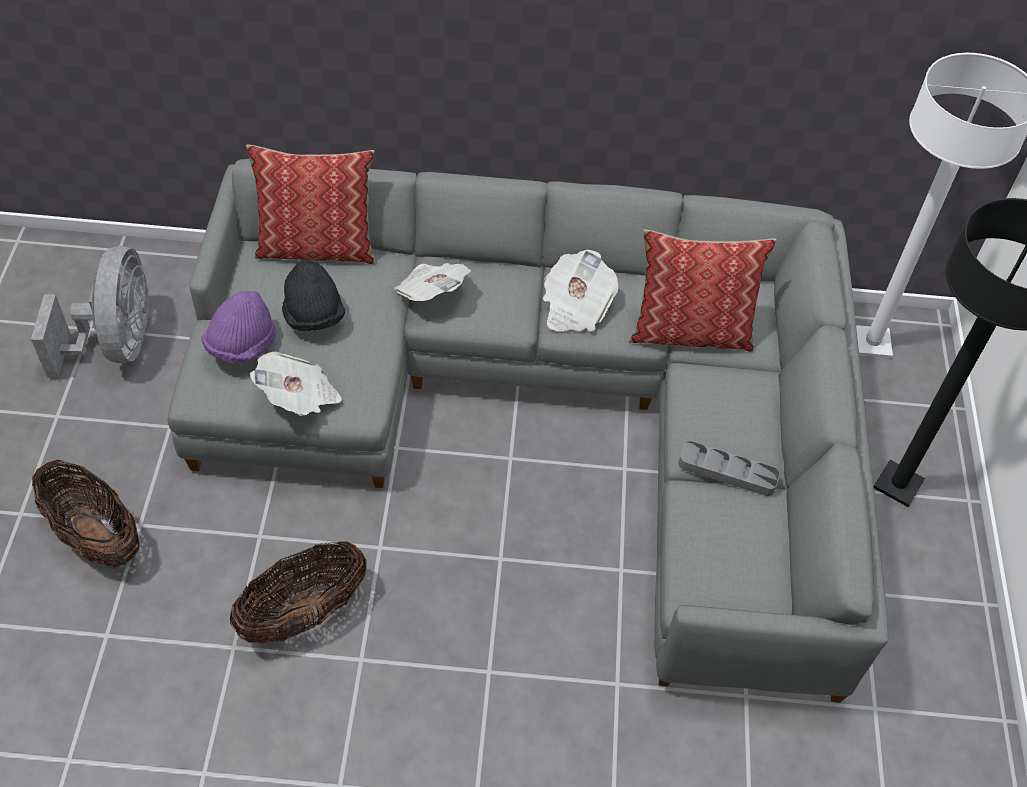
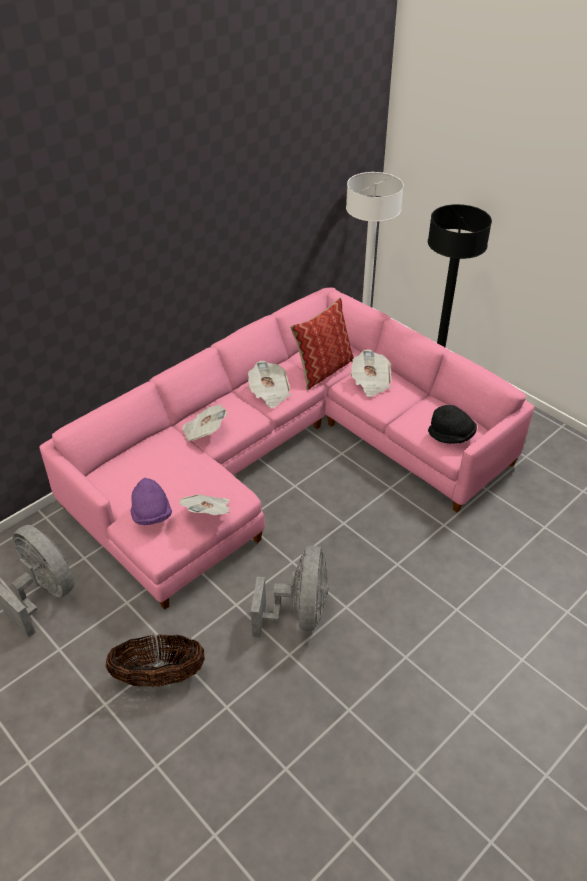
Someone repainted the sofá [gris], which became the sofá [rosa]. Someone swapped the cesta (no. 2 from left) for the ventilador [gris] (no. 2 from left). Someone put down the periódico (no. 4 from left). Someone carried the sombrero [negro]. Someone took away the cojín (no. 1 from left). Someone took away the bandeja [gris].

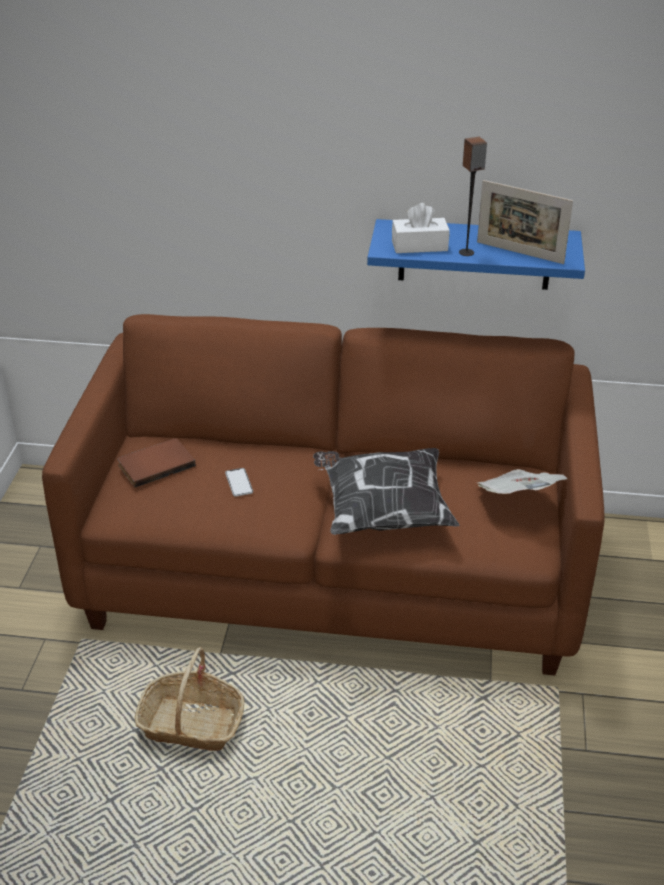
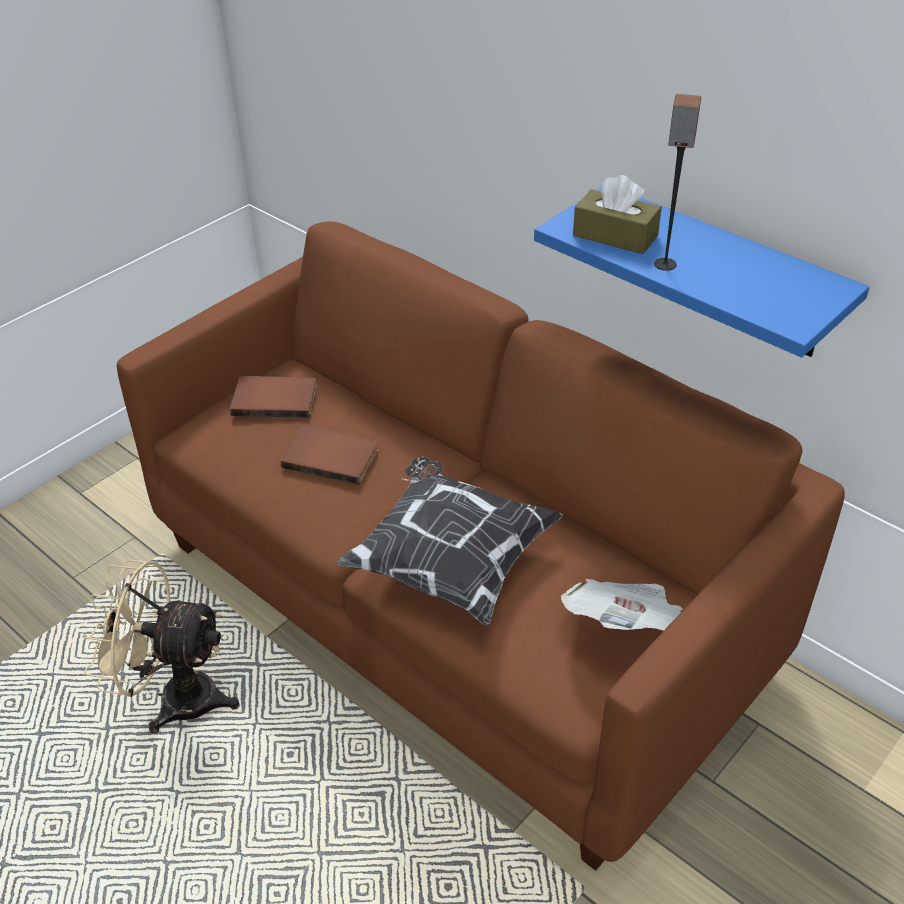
Someone swapped the cesta for the ventilador [beis]. Someone swapped the móvil for the libro [marrón] (no. 2 from left). Someone repainted the caja de pañuelos [blanco], which became the caja de pañuelos [marrón]. Someone took away the portarretratos.

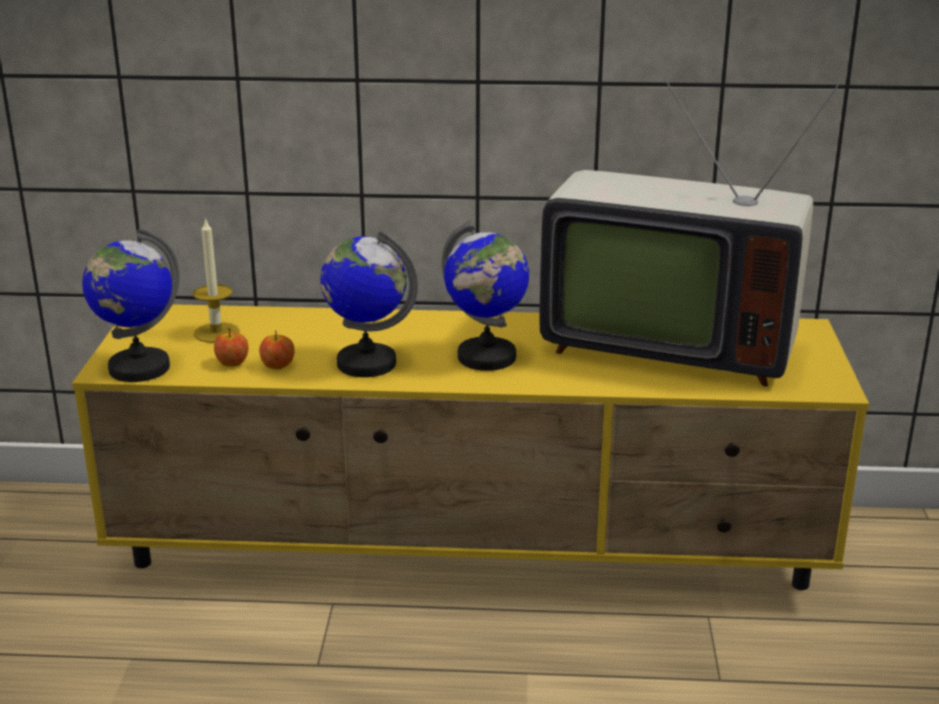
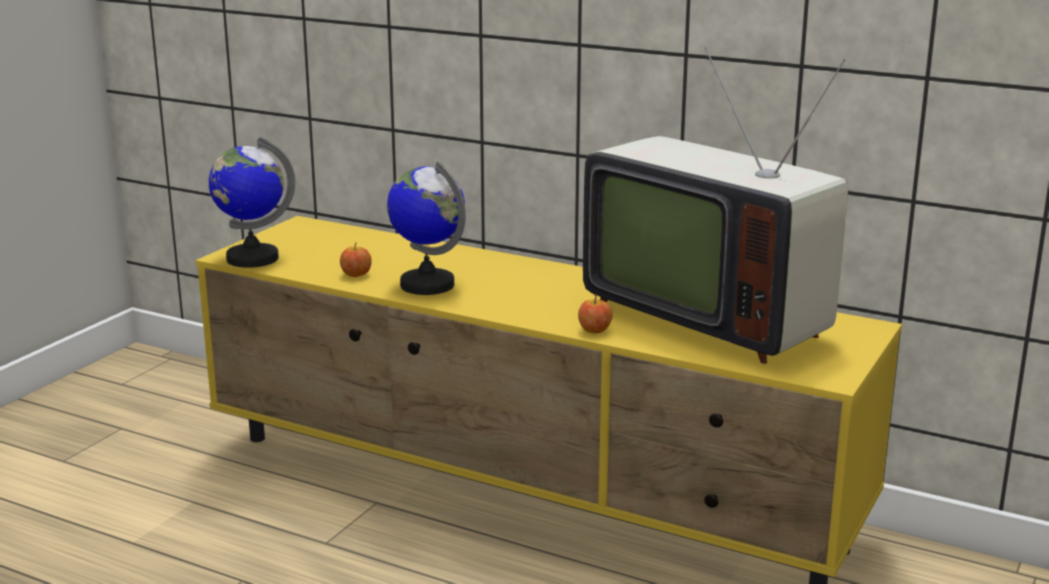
Someone carried the manzana (no. 1 from left in the first image). Someone took away the vela. Someone took away the globo terráqueo (no. 3 from left).

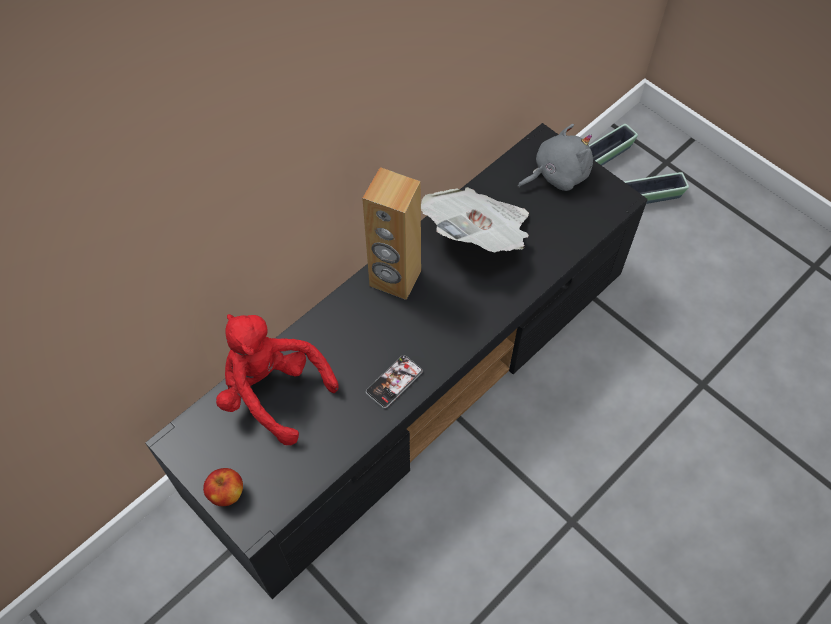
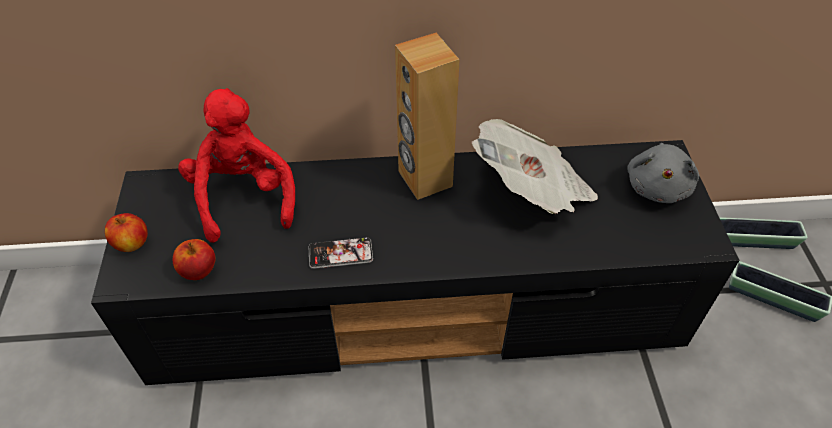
Someone put down the manzana (no. 2 from left). Someone rotated the peluche [gris] by 90 degrees clockwise.

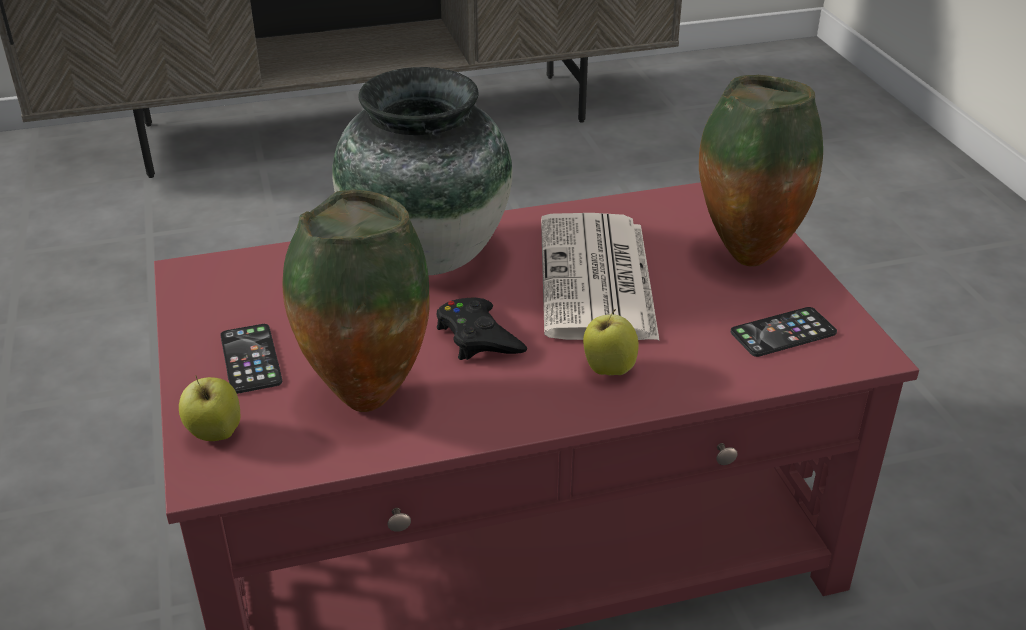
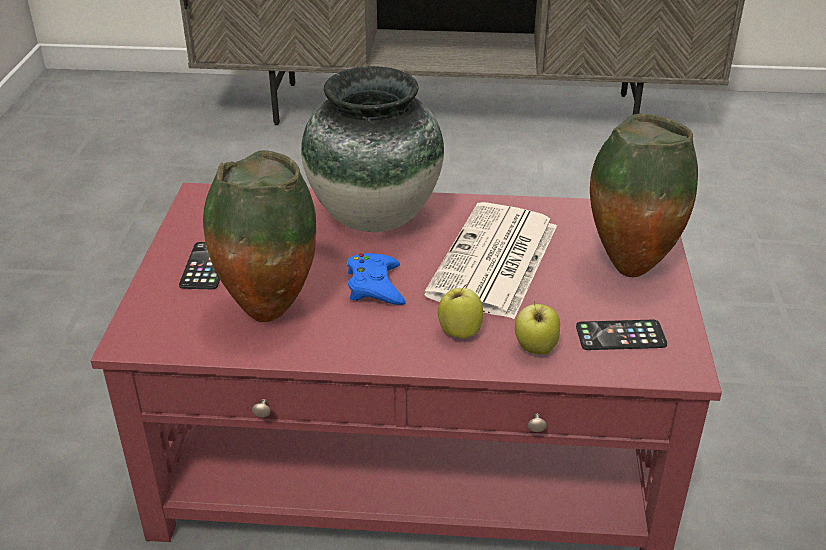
Someone repainted the mando de consola [negro], which became the mando de consola [azul]. Someone carried the manzana (no. 1 from left in the first image).

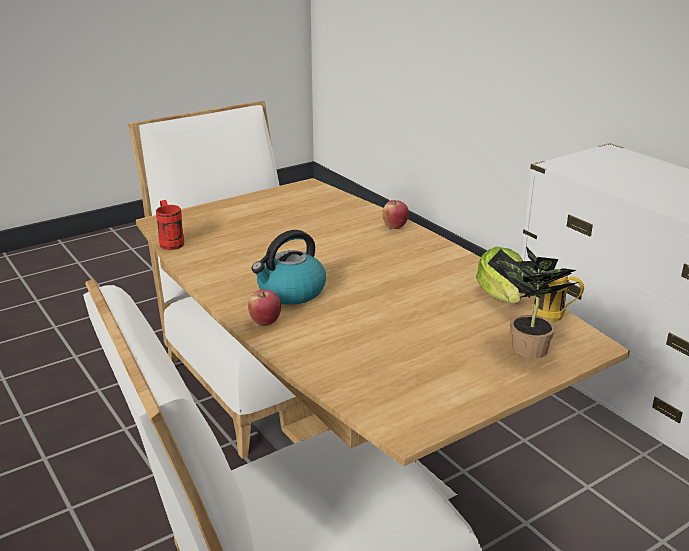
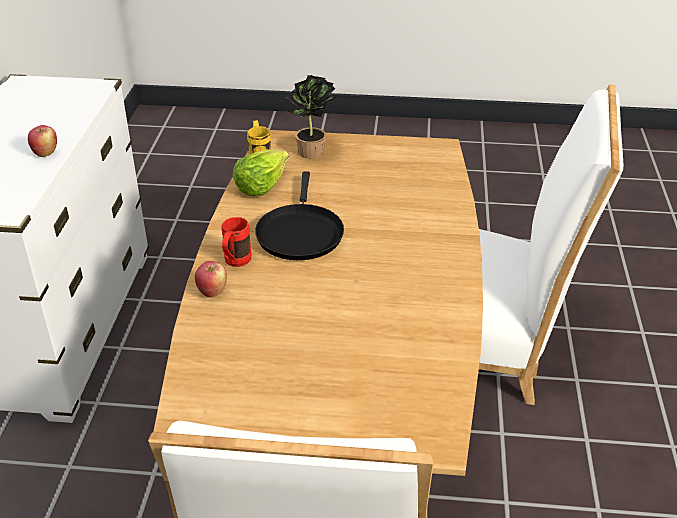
Someone carried the manzana (no. 1 from left). Someone carried the taza grande [rojo]. Someone put down the sartén [negro]. Someone took away the hervidor.

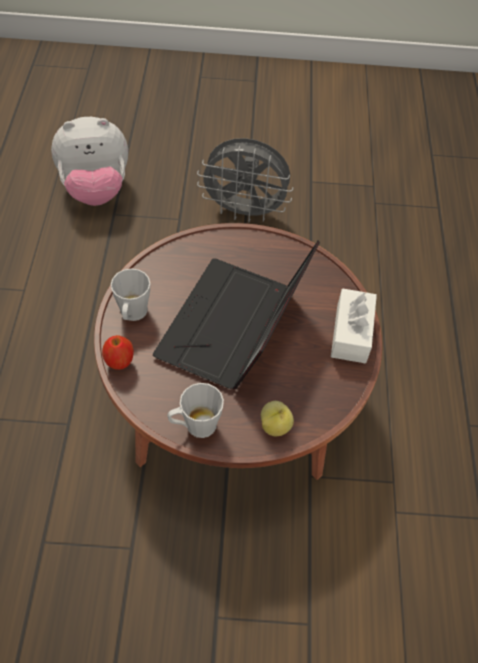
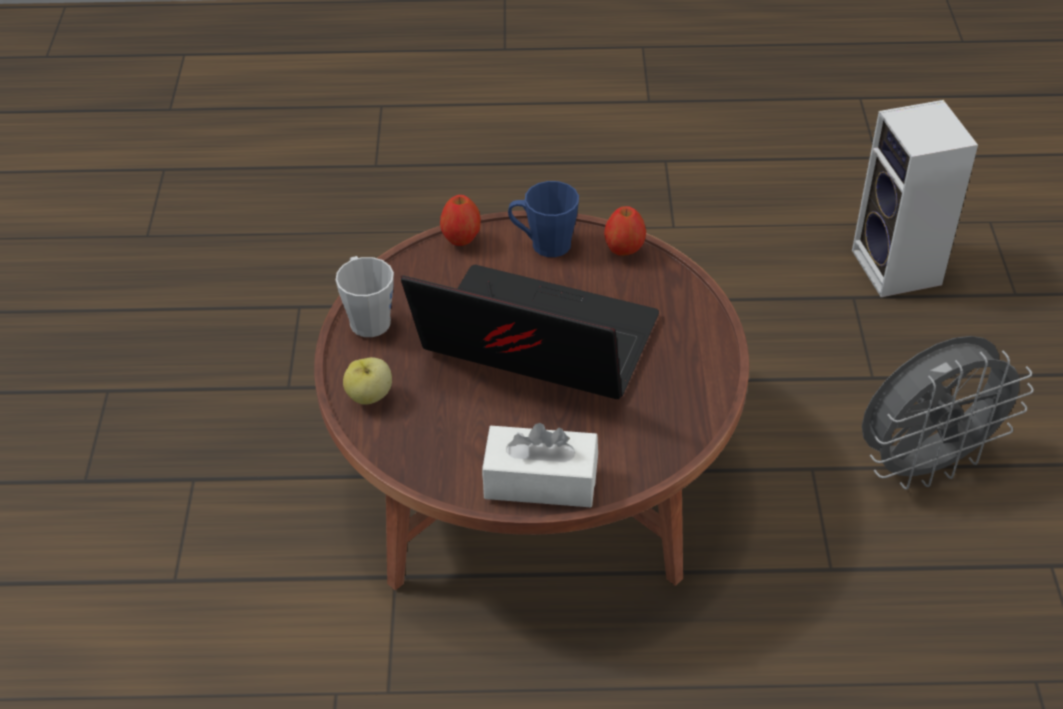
Someone repainted the taza grande [gris] (no. 1 from left), which became the taza grande [azul]. Someone put down the manzana (no. 3 from left). Someone swapped the peluche for the altavoz. Someone rotated the ventilador [gris] by 120 degrees counterclockwise.

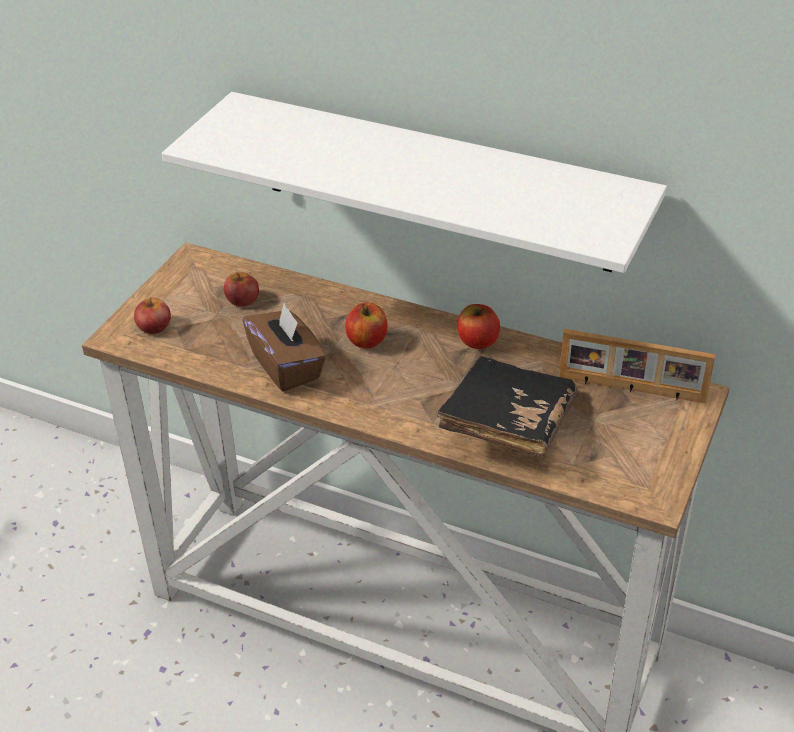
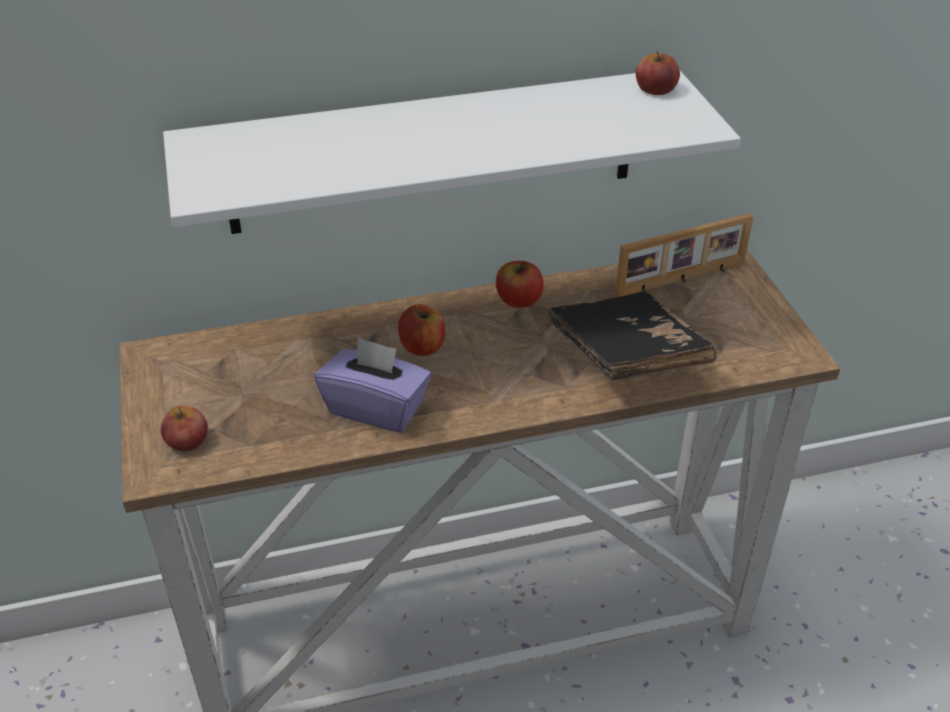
Someone repainted the caja de pañuelos [marrón], which became the caja de pañuelos [morado]. Someone carried the manzana (no. 2 from left in the first image).

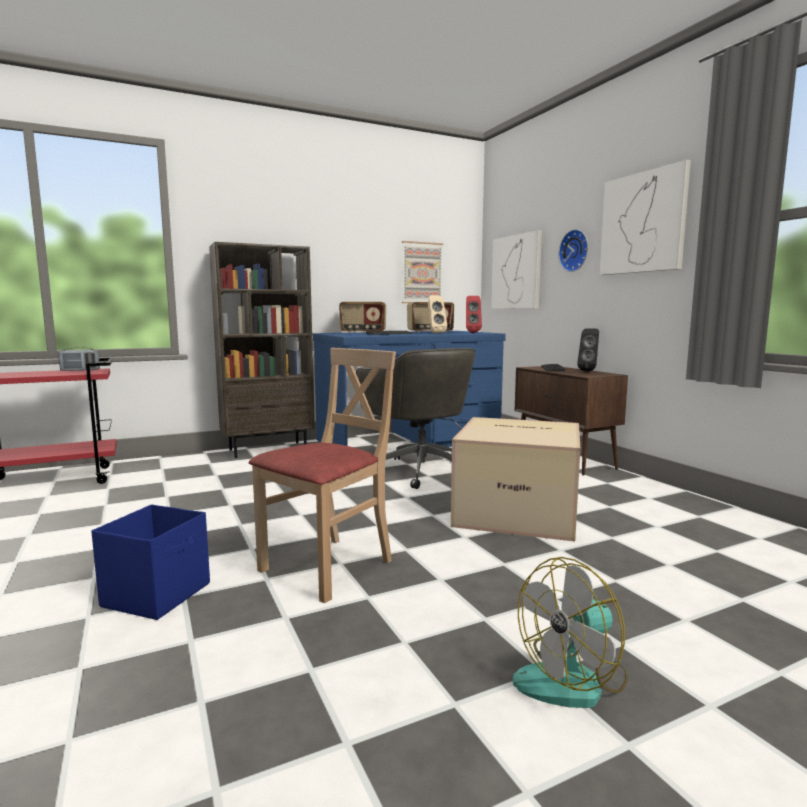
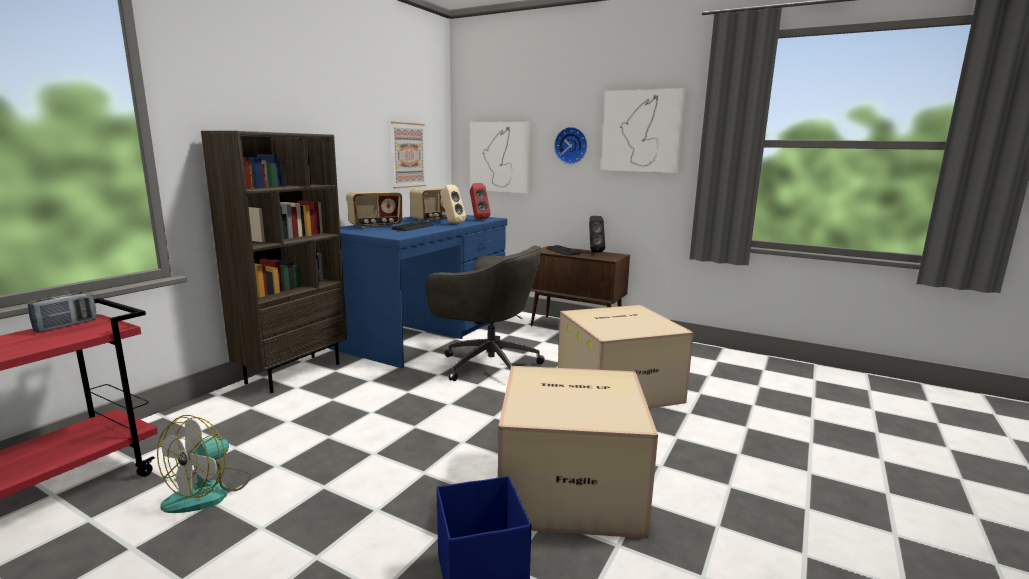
Someone carried the ventilador. Someone swapped the silla [beis] for the caja de cartón (no. 1 from left).

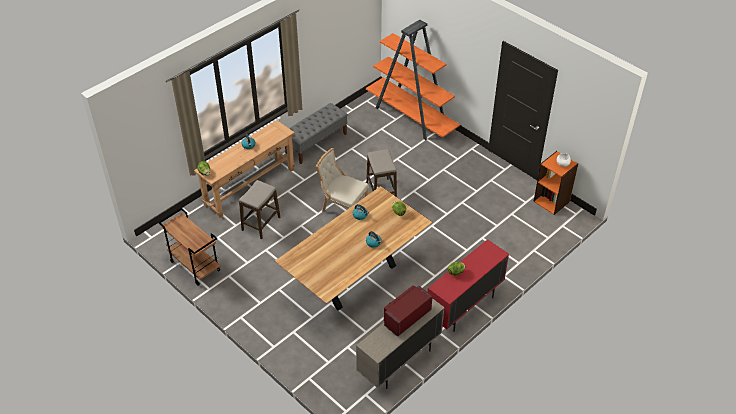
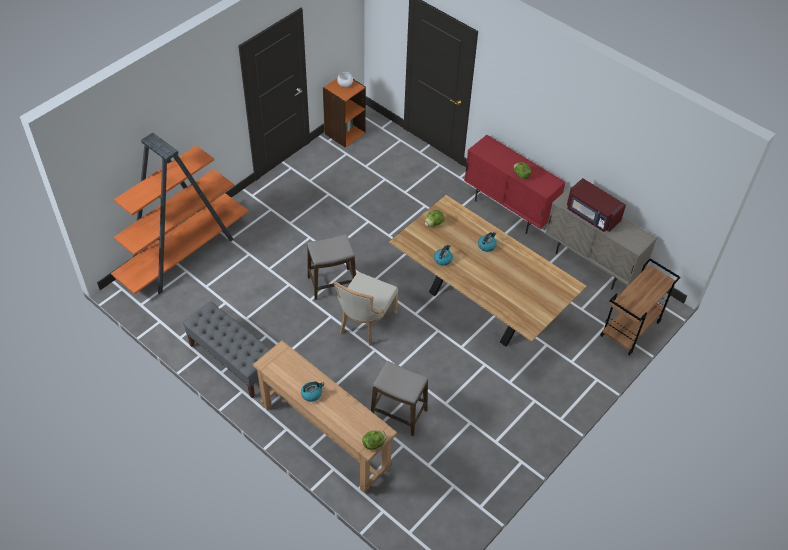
Someone carried the carrito [marrón].

